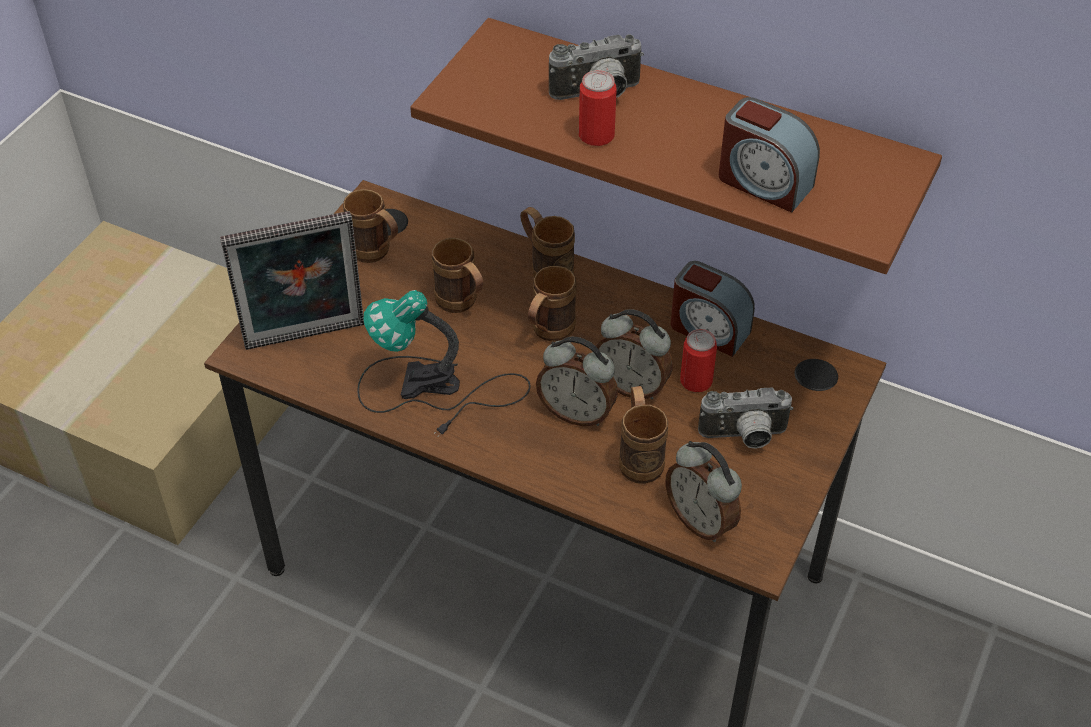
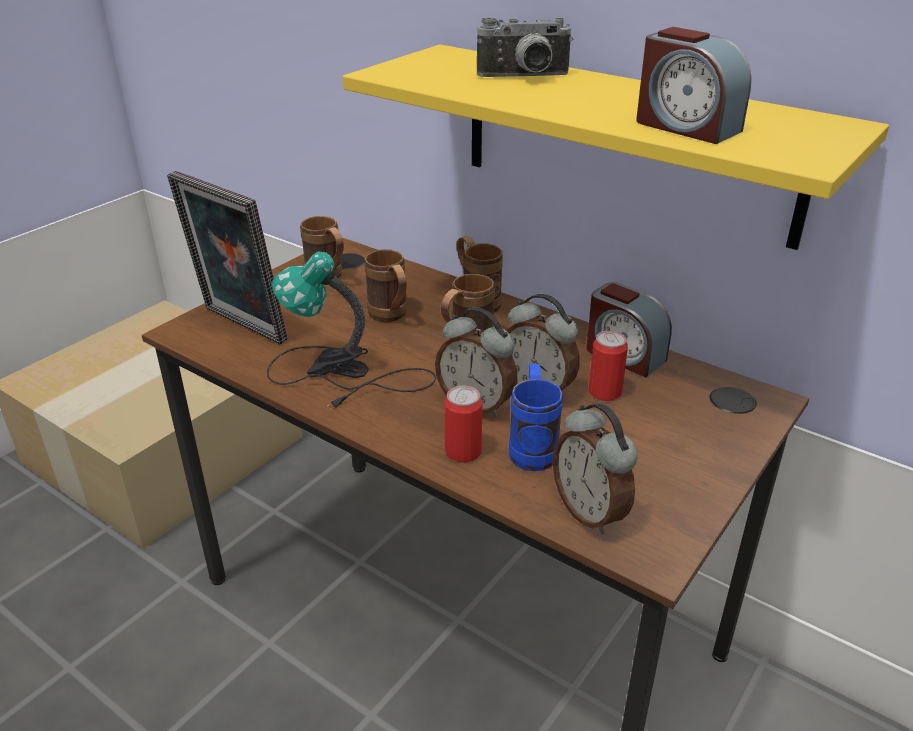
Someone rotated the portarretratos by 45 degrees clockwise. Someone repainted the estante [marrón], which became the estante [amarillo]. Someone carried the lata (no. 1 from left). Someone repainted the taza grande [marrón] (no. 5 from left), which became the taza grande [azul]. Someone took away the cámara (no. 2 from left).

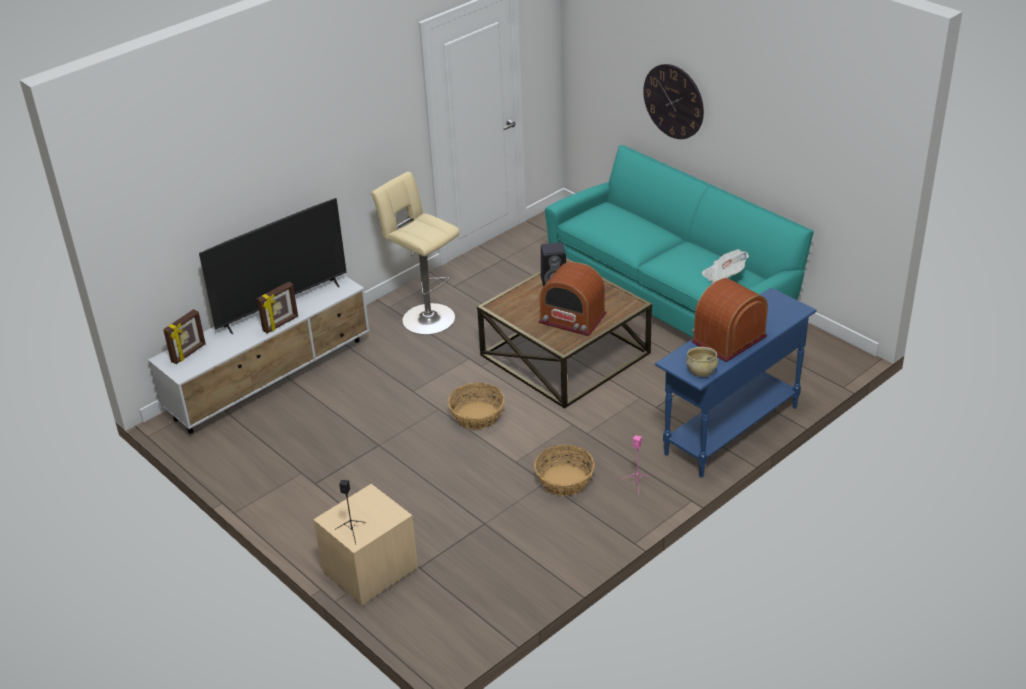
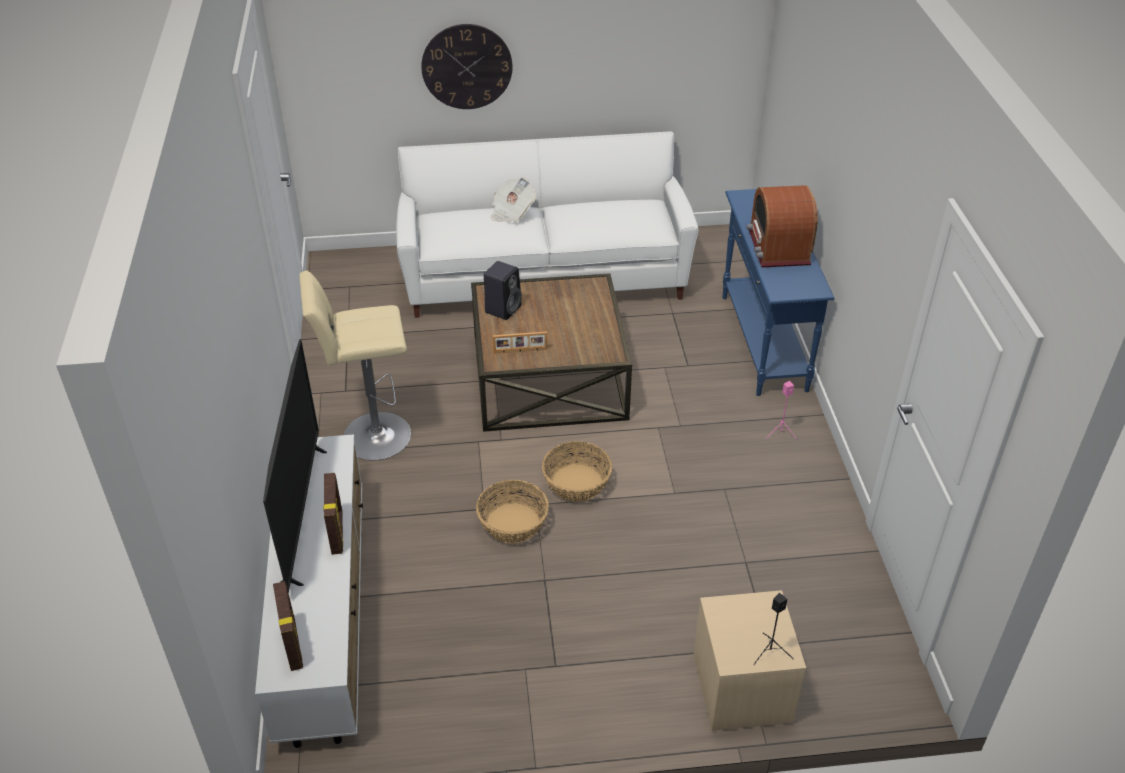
Someone repainted the sofá [turquesa], which became the sofá [blanco]. Someone carried the cesta (no. 2 from left in the first image). Someone carried the periódico. Someone put down the portarretratos (no. 3 from left). Someone took away the radio (no. 1 from left). Someone took away the cuenco [beis].

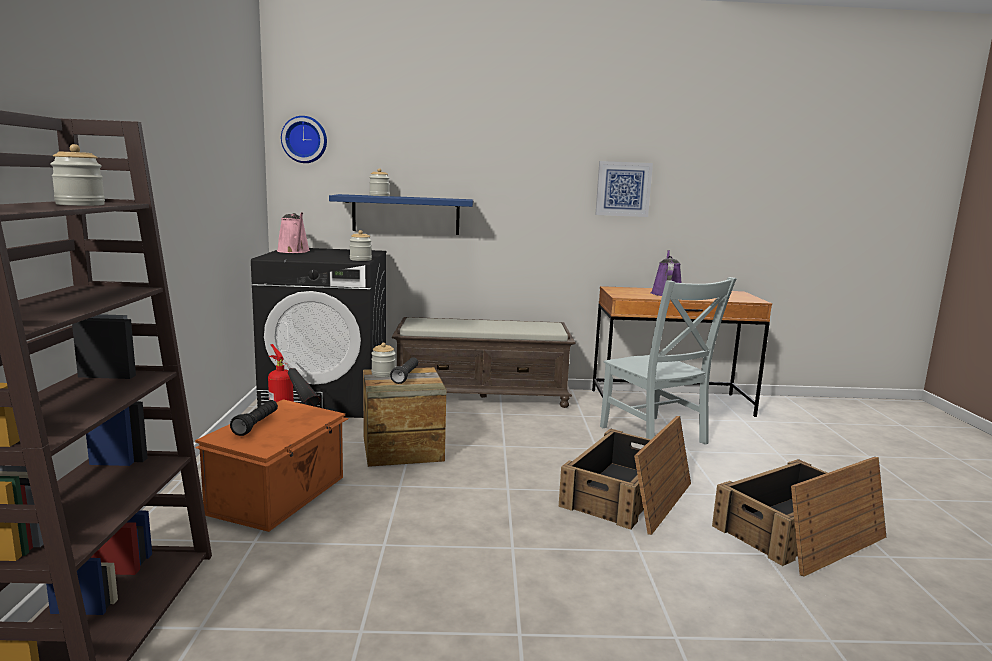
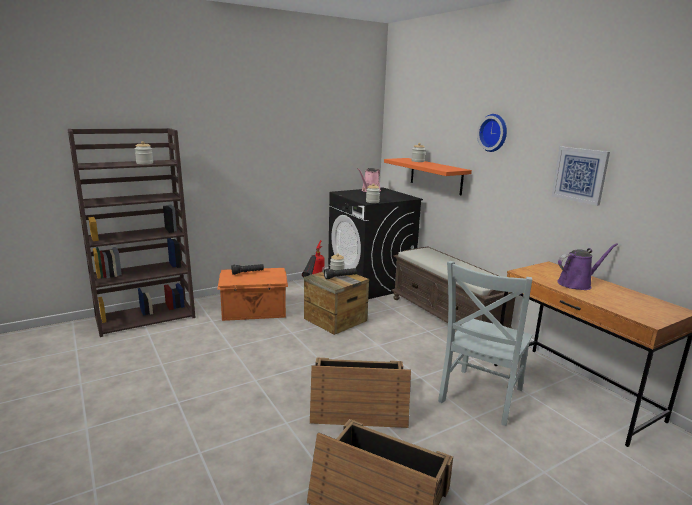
Someone repainted the estante [azul], which became the estante [naranja]. Someone carried the reloj de pared.

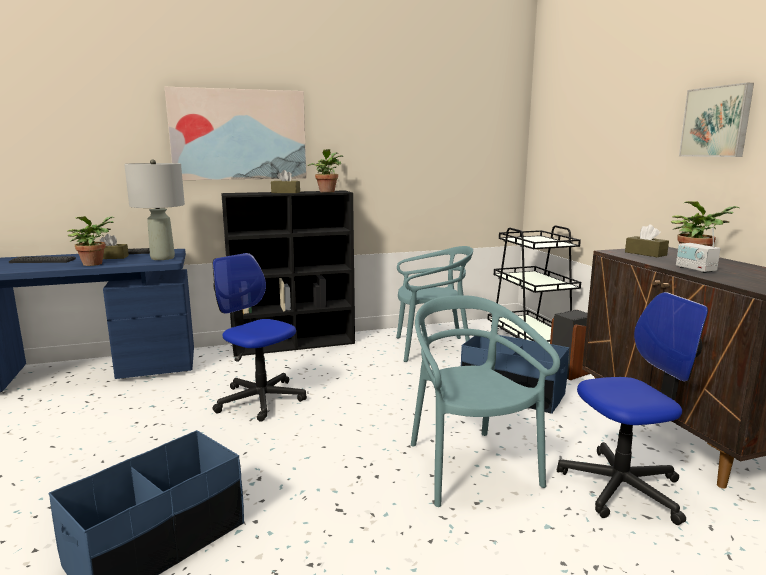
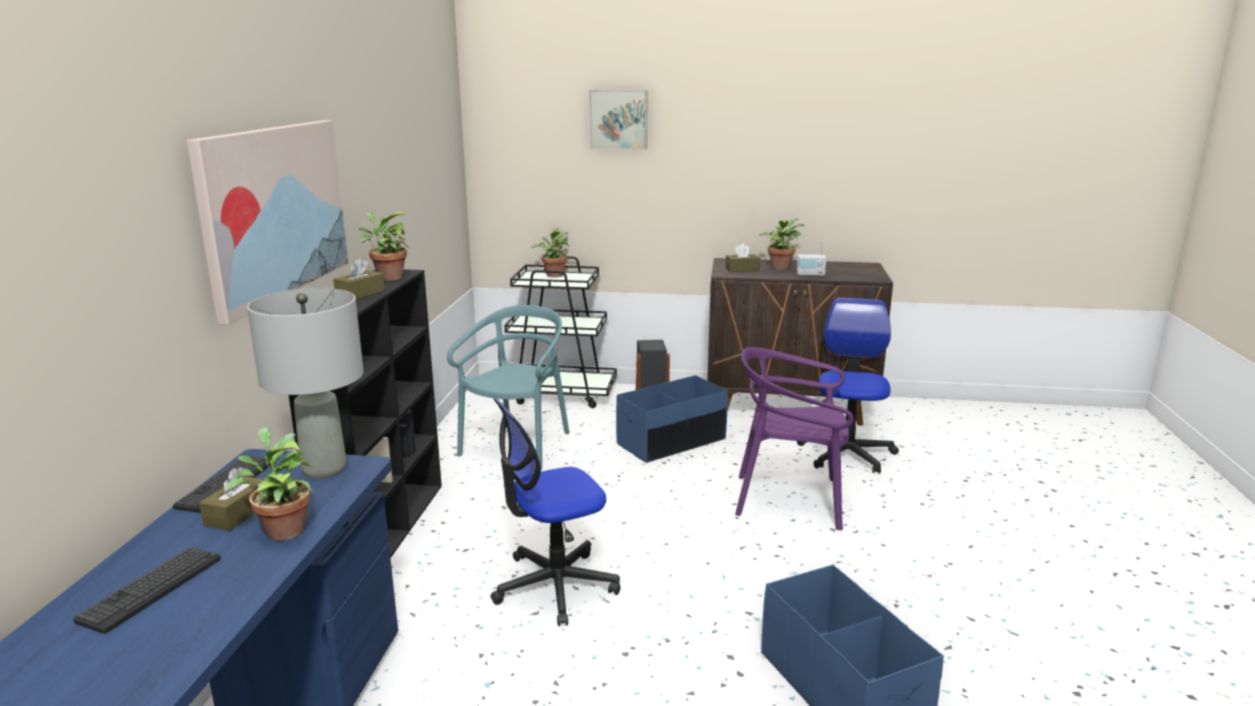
Someone put down the planta en maceta (no. 3 from left). Someone carried the cuadro (no. 2 from left). Someone repainted the silla [turquesa] (no. 2 from left), which became the silla [morado].

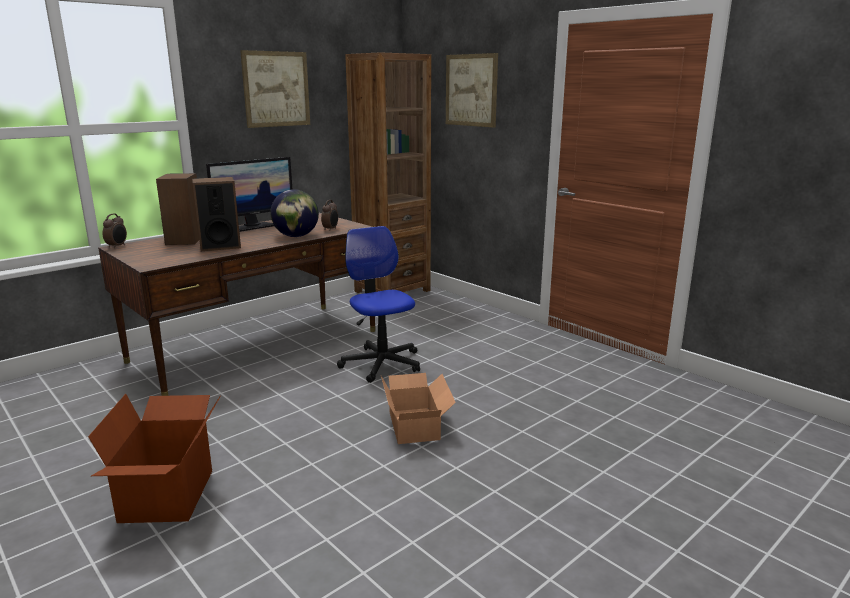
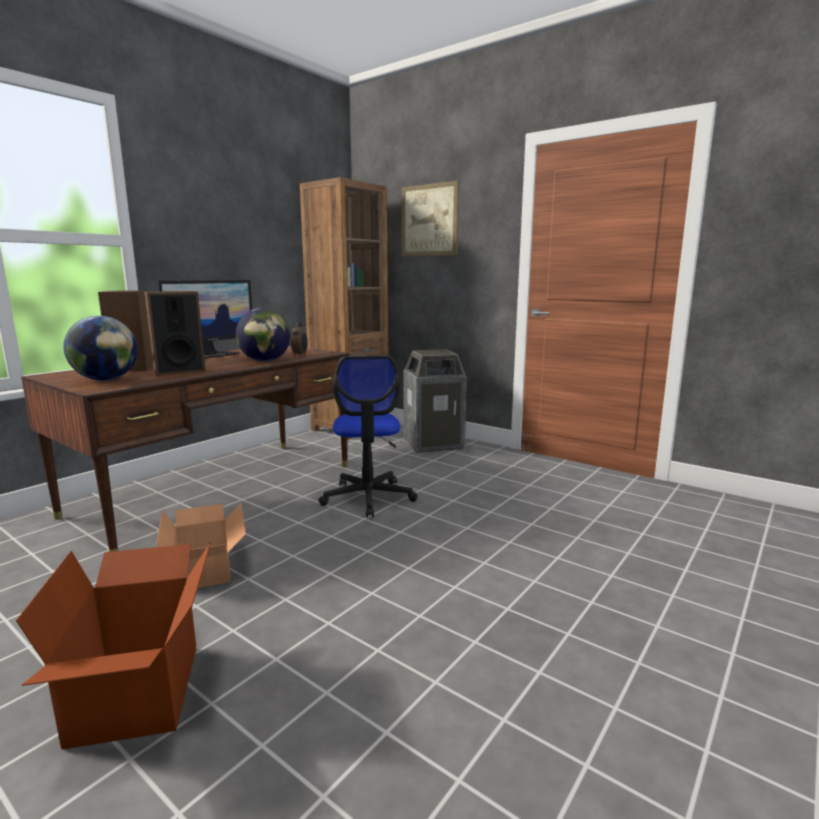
Someone put down the globo terráqueo (no. 1 from left). Someone carried the caja de cartón (no. 2 from left). Someone rotated the silla de oficina by 150 degrees counterclockwise. Someone put down the papelera. Someone took away the despertador (no. 1 from left). Someone took away the cuadro (no. 1 from left).

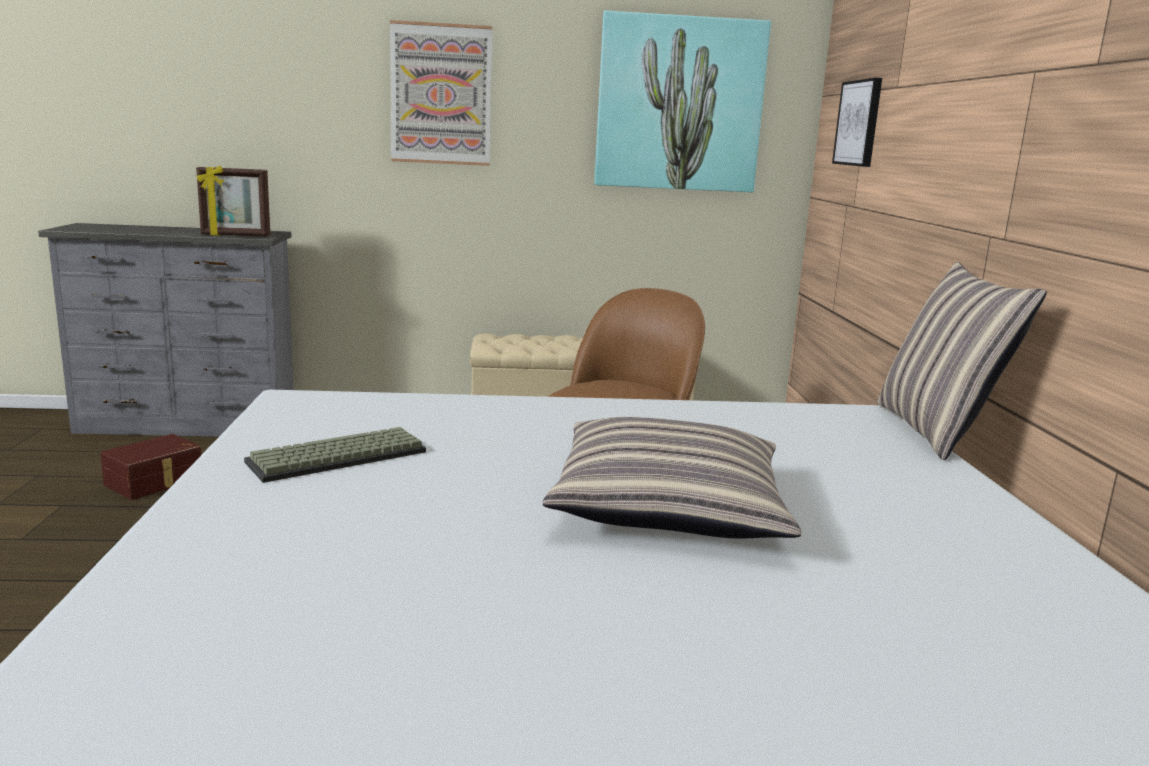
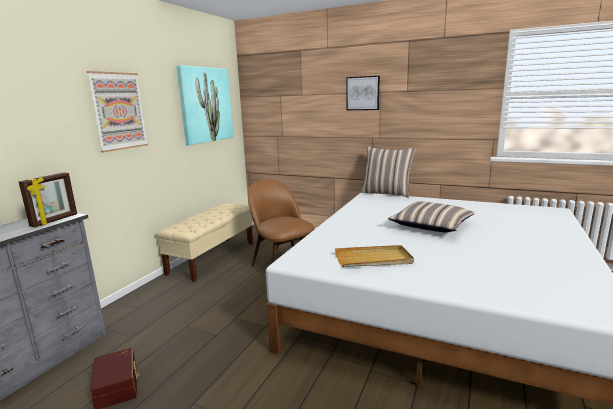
Someone swapped the teclado for the bandeja [beis]. Someone carried the cuadro (no. 3 from left).

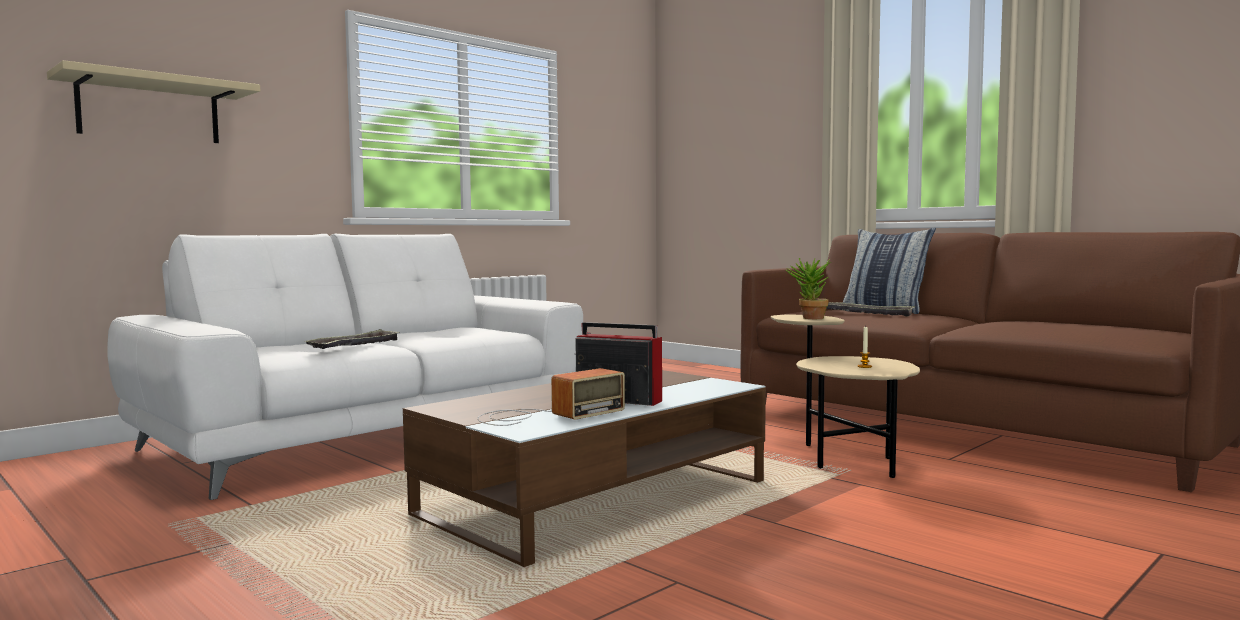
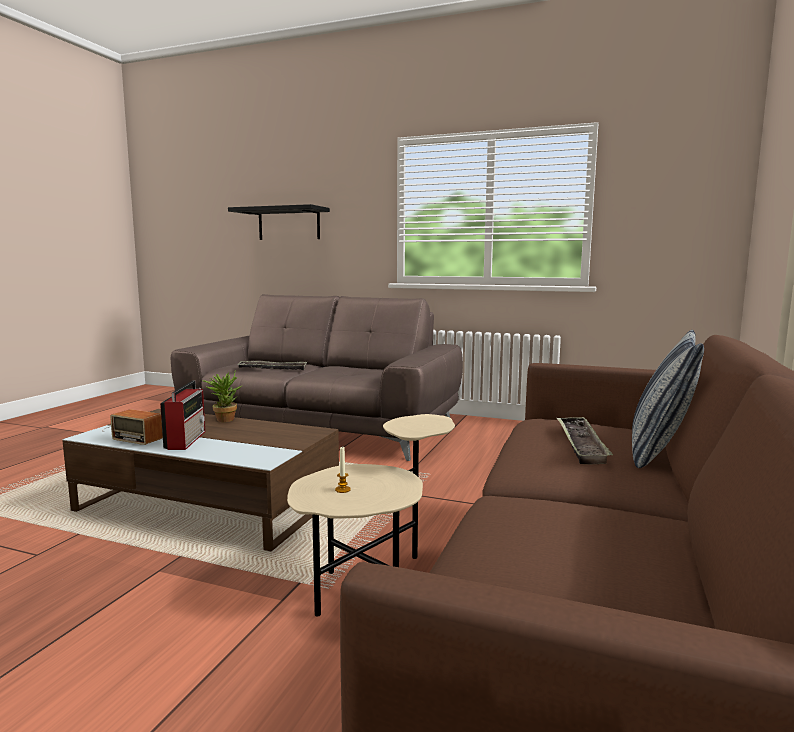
Someone repainted the sofá [blanco], which became the sofá [marrón] (no. 1 from left). Someone carried the planta en maceta. Someone repainted the estante [beis], which became the estante [negro].

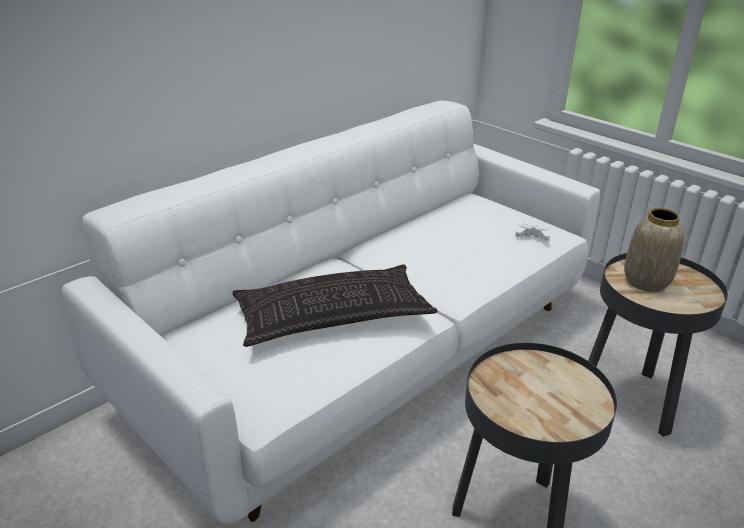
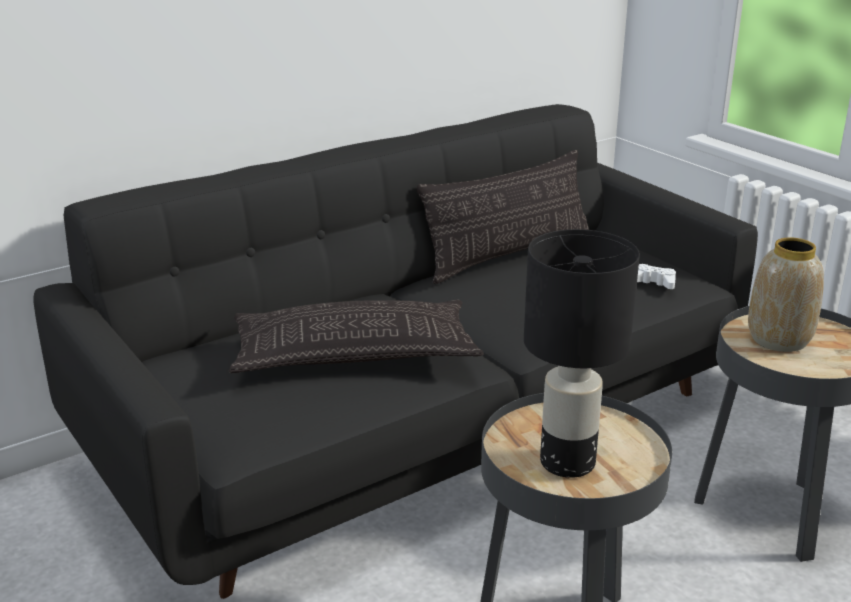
Someone repainted the sofá [blanco], which became the sofá [negro]. Someone put down the cojín (no. 2 from left). Someone put down the lámpara de mesa [negro].

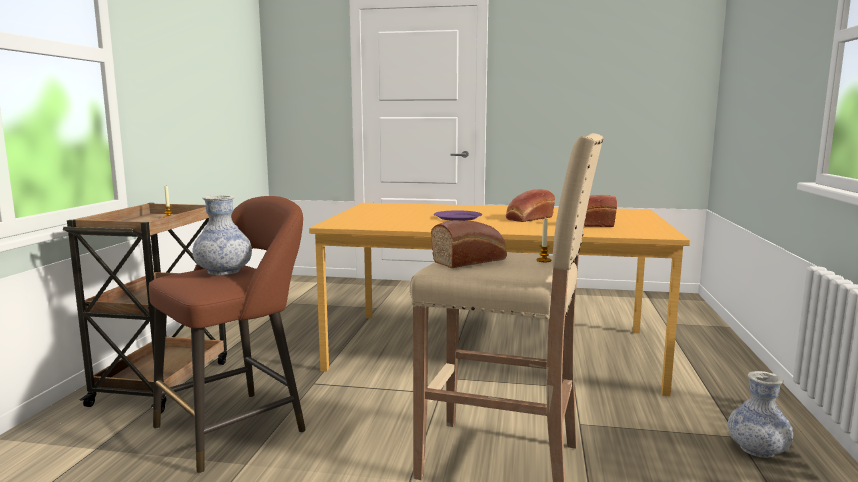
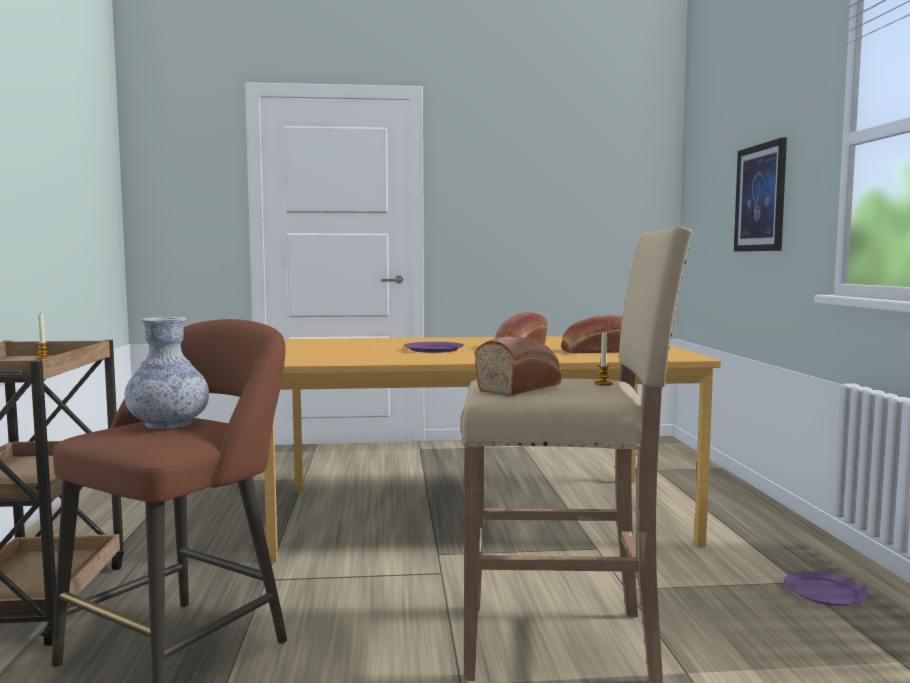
Someone put up the cuadro. Someone swapped the florero (no. 2 from left) for the plato [morado] (no. 2 from left).

